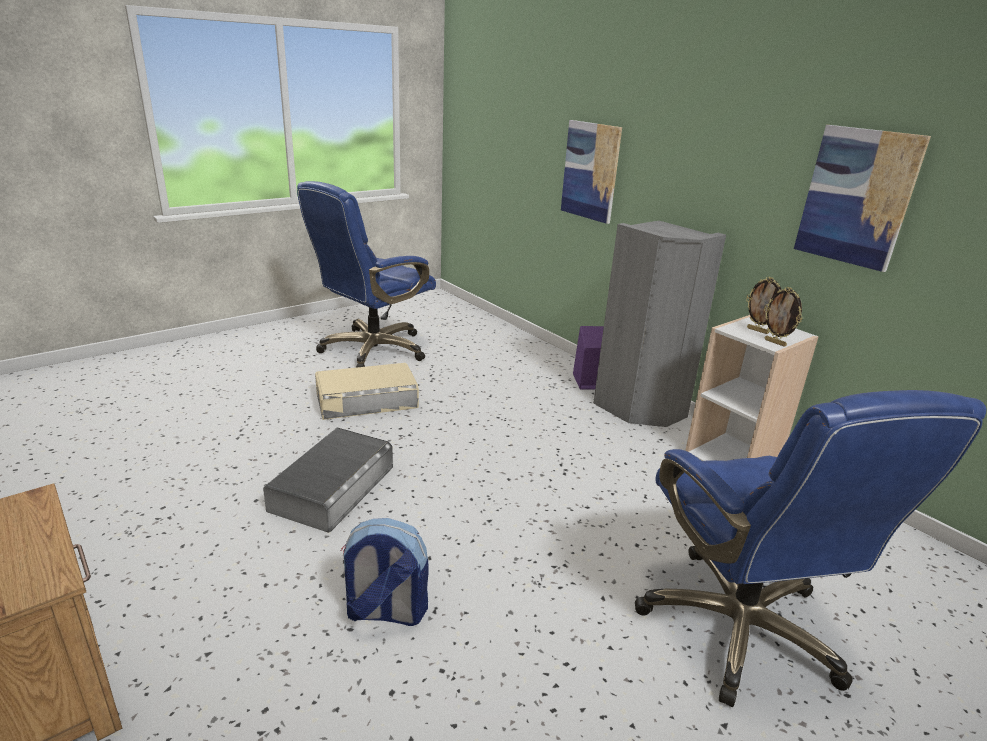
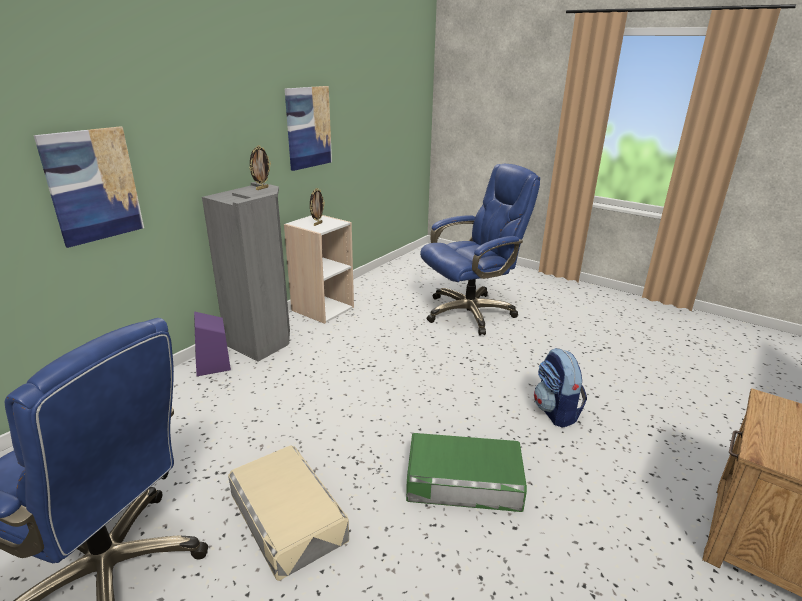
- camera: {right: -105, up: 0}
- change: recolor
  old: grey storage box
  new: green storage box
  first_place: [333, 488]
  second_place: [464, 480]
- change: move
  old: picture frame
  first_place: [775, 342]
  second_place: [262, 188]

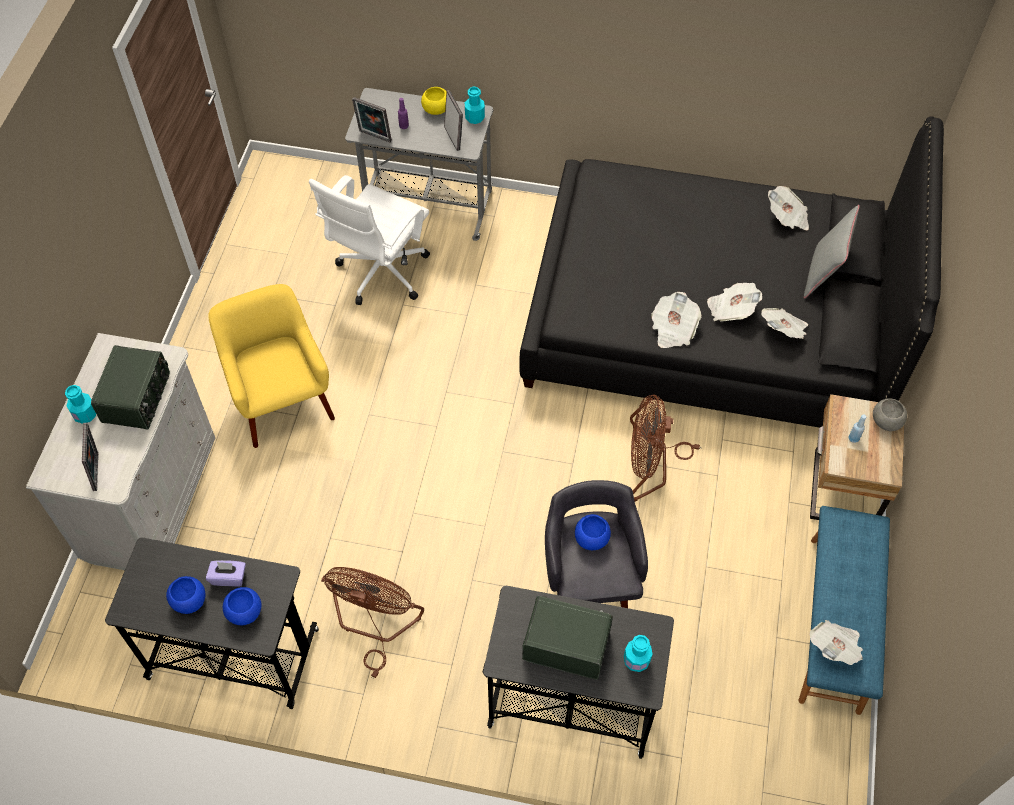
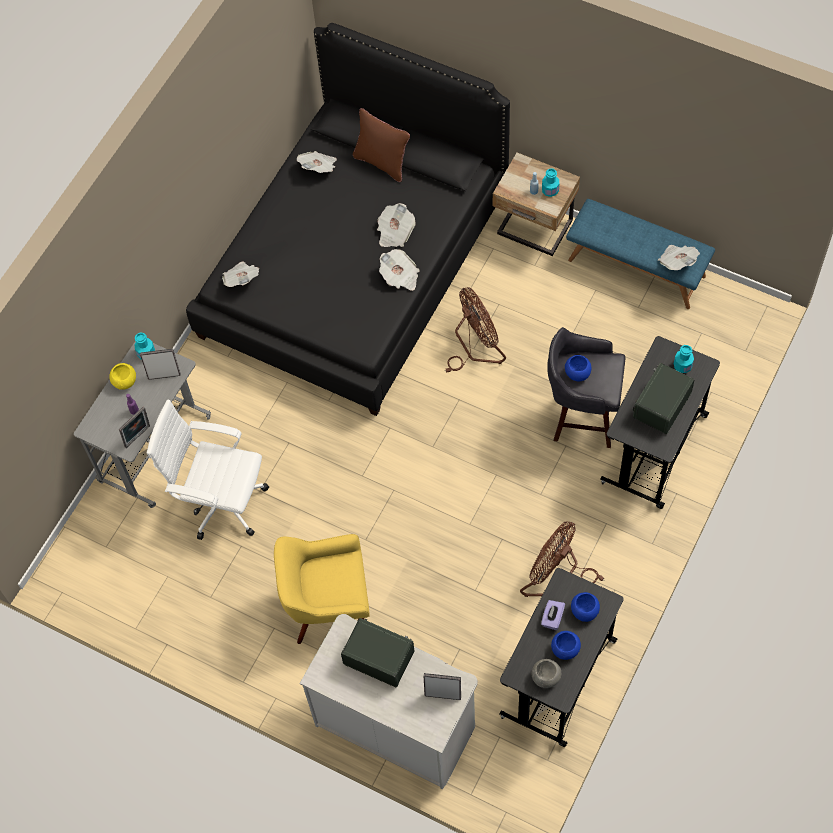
- camera: {right: -70, up: 5}
- change: move
  old: turquoise bottle
  first_place: [85, 414]
  second_place: [550, 190]
- change: rotate
  old: white office chair
  first_place: [380, 275]
  second_place: [220, 502]
  degrees: 150
- change: rotate
  old: brown fan
  first_place: [652, 461]
  second_place: [473, 344]
  degrees: -135
- change: move
  old: newspaper
  first_place: [783, 330]
  second_place: [241, 279]
- change: recolor
  old: grey pillow
  new: brown pillow
  first_place: [823, 274]
  second_place: [382, 162]
- change: move
  old: grey bowl
  first_place: [886, 422]
  second_place: [546, 677]

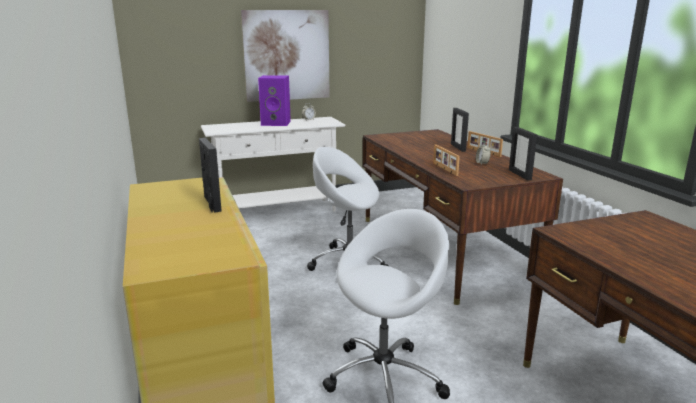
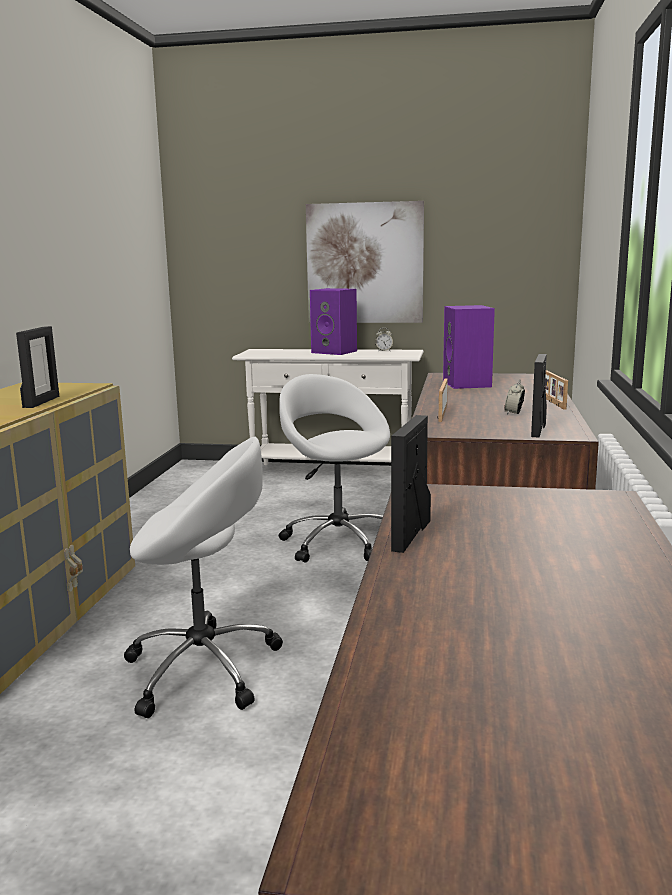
- camera: {right: 30, up: -5}
- change: move
  old: picture frame
  first_place: [458, 147]
  second_place: [411, 535]
- change: insert
  new: purple speaker
  second_place: [468, 384]

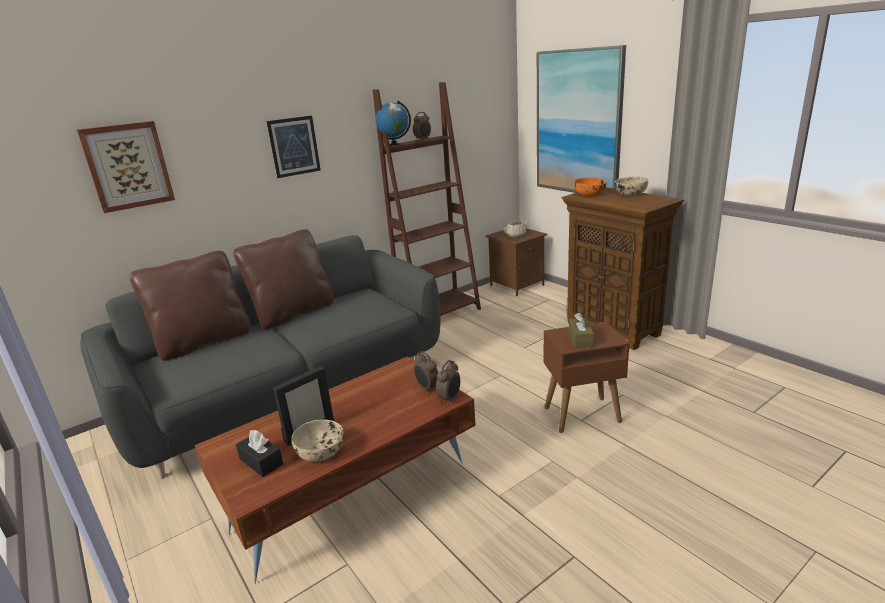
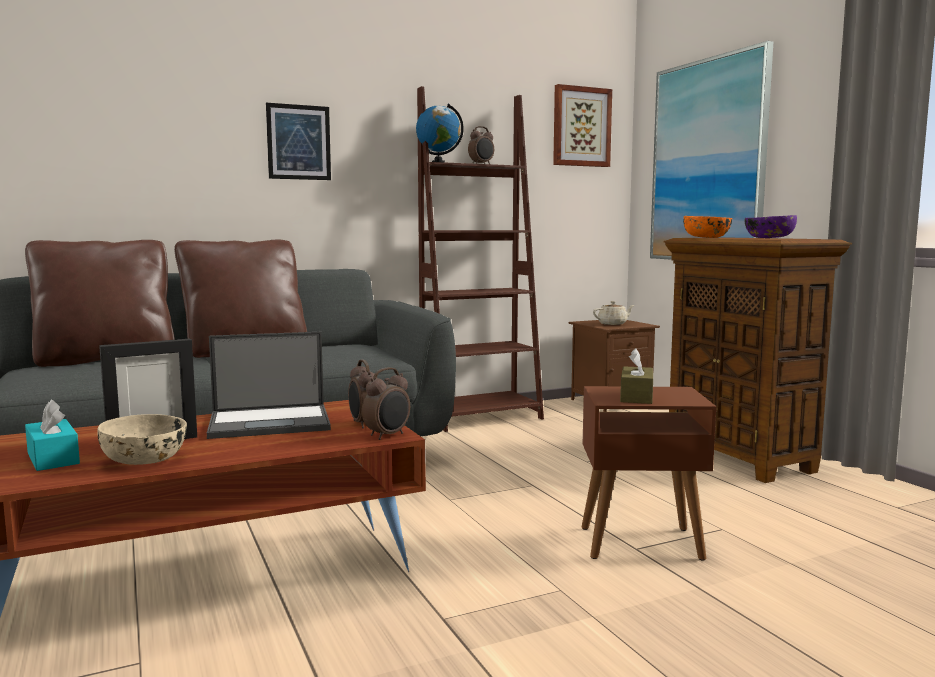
- camera: {right: 10, up: -15}
- change: move
  old: picture
  first_place: [127, 166]
  second_place: [581, 127]
- change: recolor
  old: black tissue box
  new: turquoise tissue box
  first_place: [261, 462]
  second_place: [53, 458]
- change: recolor
  old: beige bowl
  new: purple bowl
  first_place: [630, 194]
  second_place: [768, 238]
- change: insert
  new: laptop
  second_place: [271, 422]

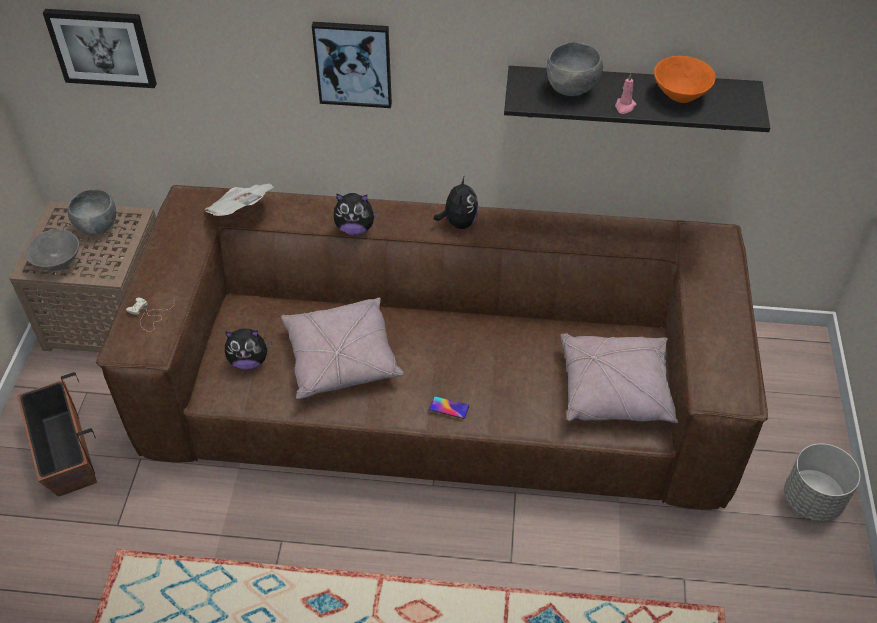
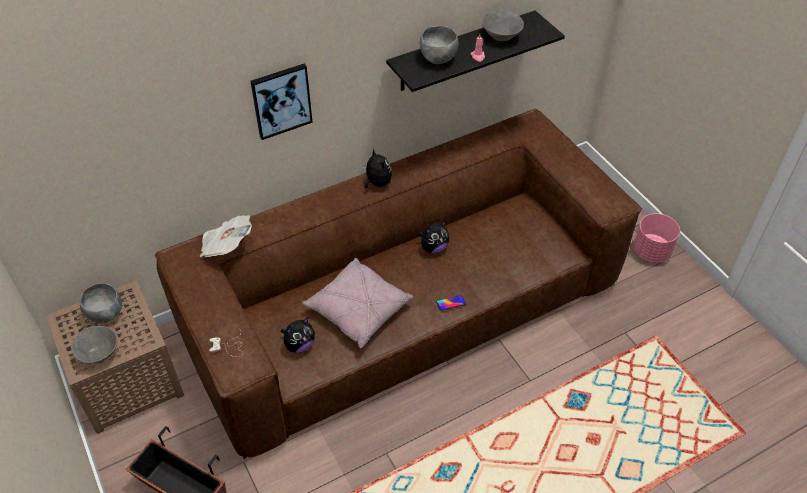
- camera: {right: -35, up: 0}
- change: delete
  old: picture
  first_place: [102, 47]
- change: move
  old: plush toy
  first_place: [355, 229]
  second_place: [433, 248]
- change: delete
  old: purple pillow
  first_place: [615, 389]
- change: recolor
  old: orange bowl
  new: grey bowl
  first_place: [680, 96]
  second_place: [501, 37]
- change: recolor
  old: grey planter
  new: pink planter
  first_place: [812, 500]
  second_place: [651, 252]

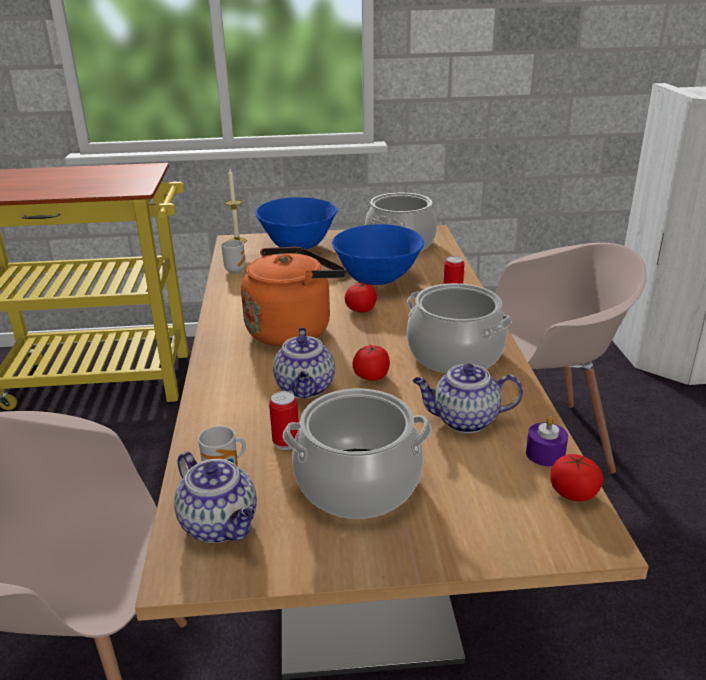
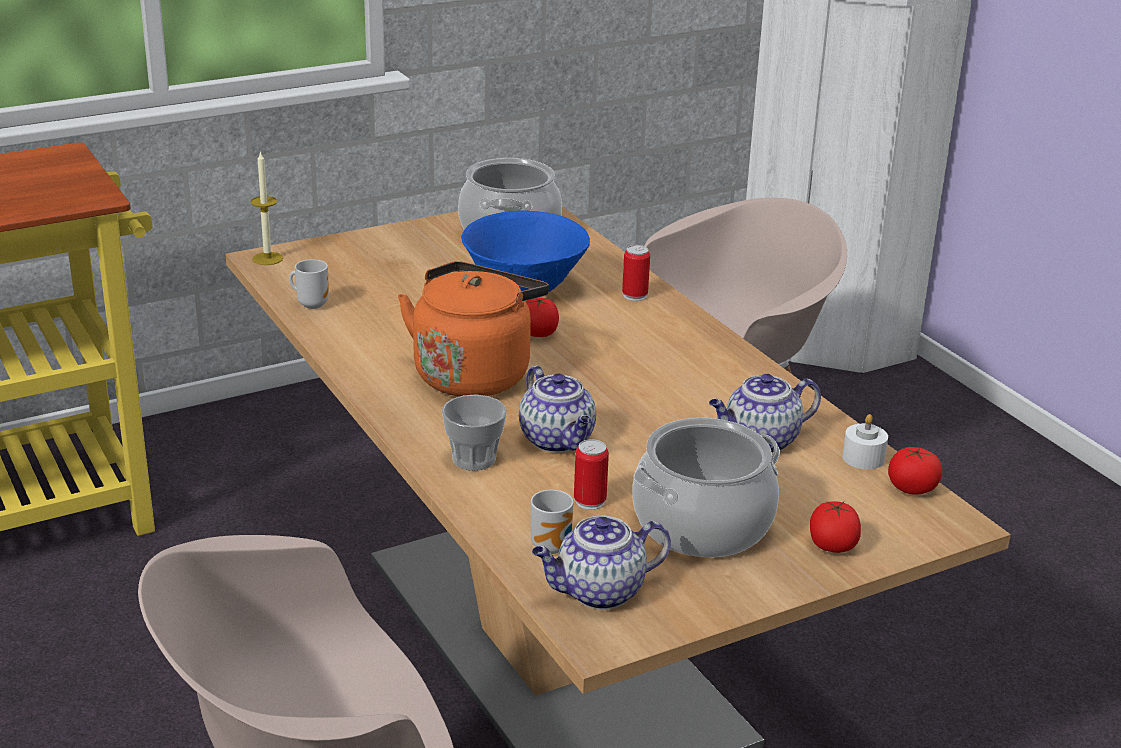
- camera: {right: -25, up: 0}
- change: rotate
  old: teapot
  first_place: [221, 525]
  second_place: [598, 592]
  degrees: 135
- change: delete
  old: blue bowl
  first_place: [298, 246]
- change: move
  old: tomato
  first_place: [371, 376]
  second_place: [832, 545]
- change: delete
  old: cooking pot
  first_place: [454, 355]
- change: recolor
  old: purple candle
  new: white candle
  first_place: [545, 454]
  second_place: [863, 458]
- change: insert
  new: cup
  second_place: [474, 459]

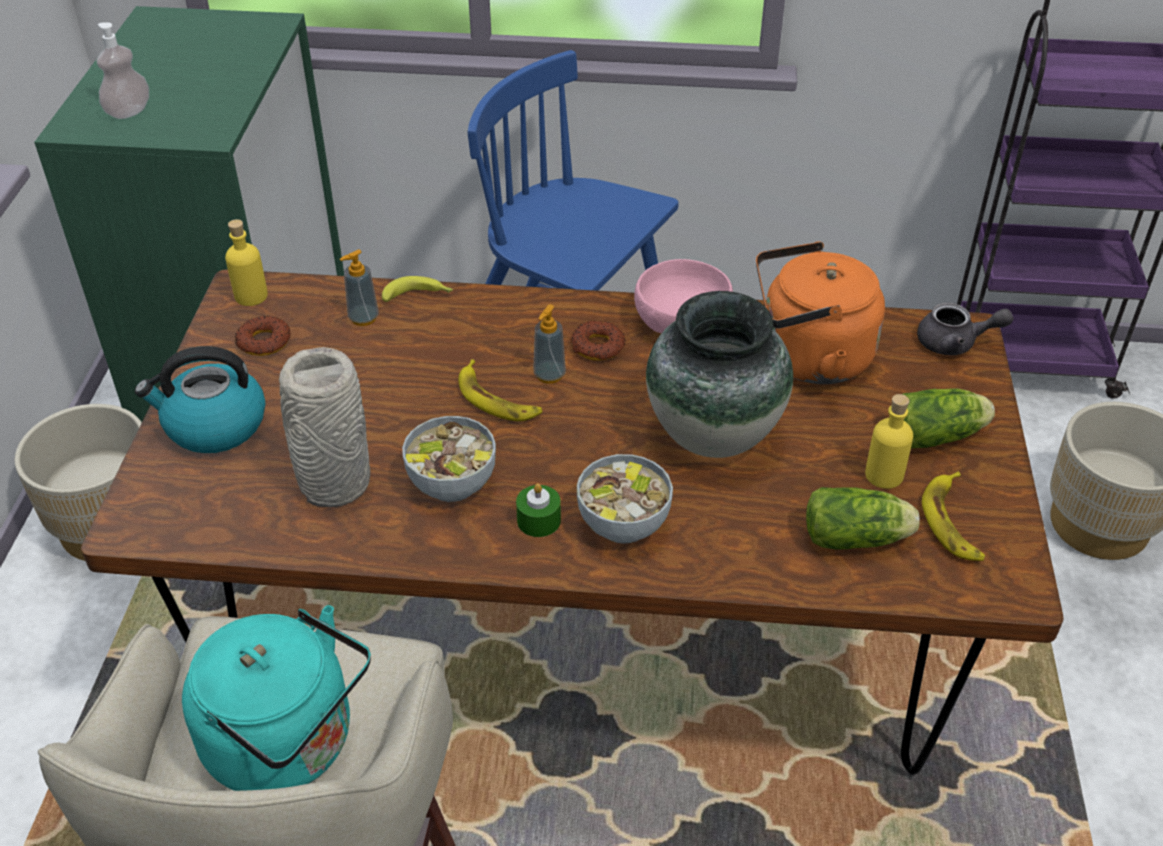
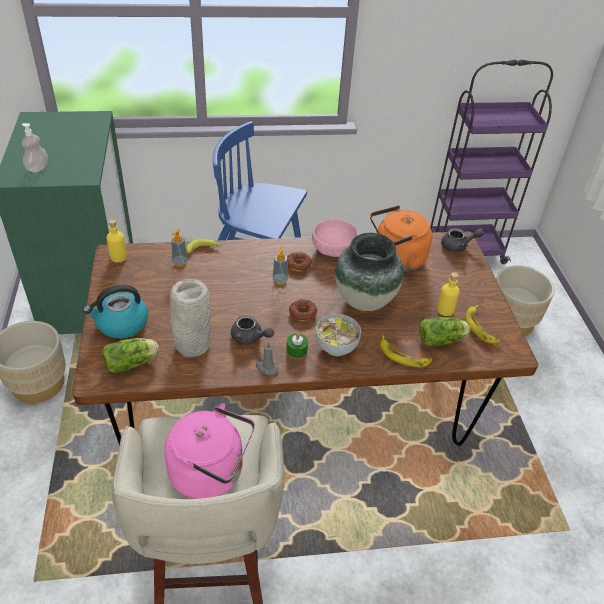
- camera: {right: -15, up: 0}
- change: recolor
  old: turquoise kettle
  new: pink kettle
  first_place: [289, 744]
  second_place: [211, 473]
- change: move
  old: donut
  first_place: [264, 342]
  second_place: [302, 313]
- change: replace
  old: bowl
  new: grey teapot
  first_place: [452, 484]
  second_place: [250, 338]
- change: move
  old: banana
  first_place: [497, 399]
  second_place: [403, 356]
- change: move
  old: lettuce
  first_place: [938, 436]
  second_place: [133, 363]
- change: insert
  new: grey candle
  second_place: [266, 367]

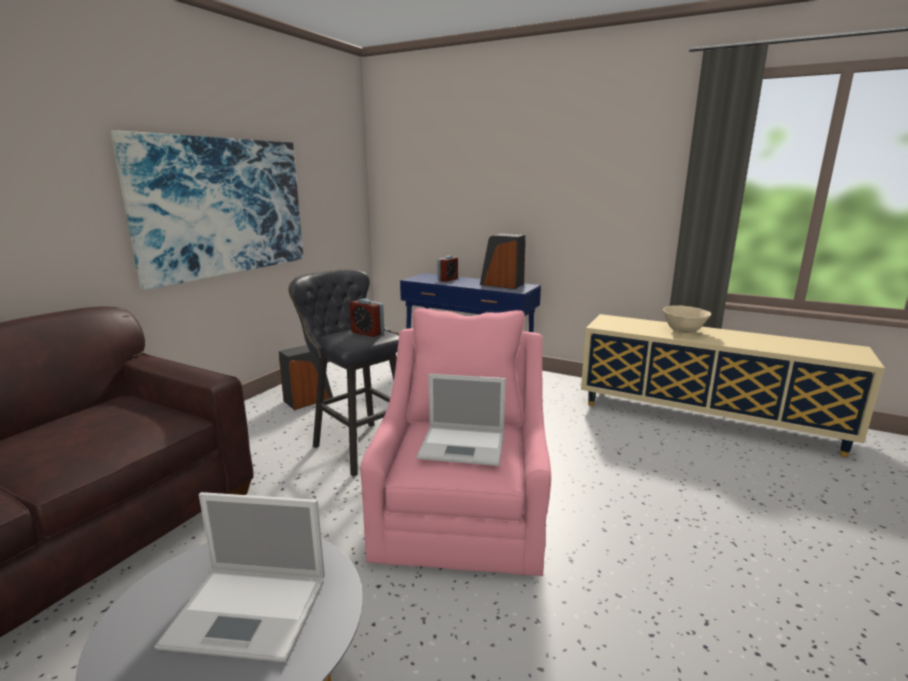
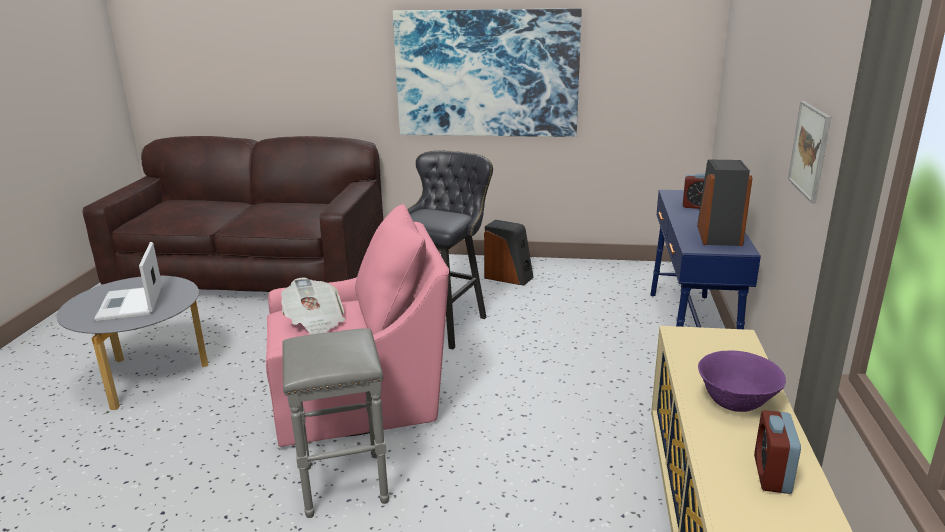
- camera: {right: 70, up: 5}
- change: move
  old: alarm clock
  first_place: [367, 333]
  second_place: [772, 474]
- change: replace
  old: laptop
  new: newspaper
  first_place: [464, 446]
  second_place: [314, 322]
- change: recolor
  old: beige bowl
  new: purple bowl
  first_place: [683, 331]
  second_place: [736, 404]
- change: insert
  new: grey stool
  second_place: [346, 484]
- change: insert
  new: picture
  second_place: [810, 150]

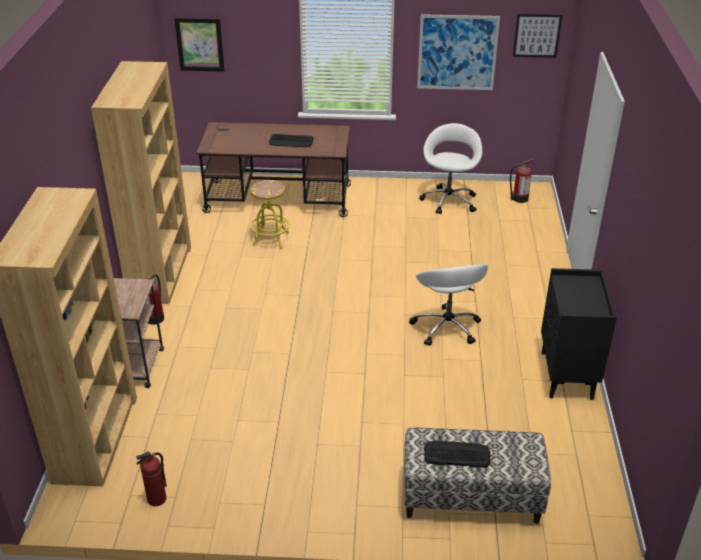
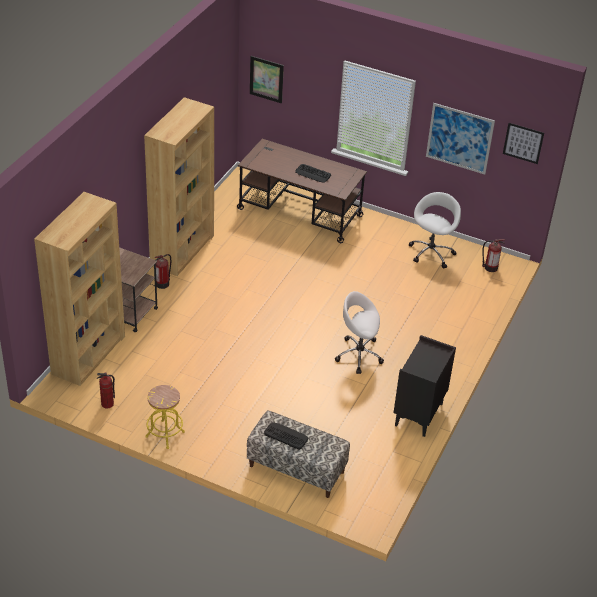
- camera: {right: 20, up: 5}
- change: move
  old: yellow stool
  first_place: [271, 239]
  second_place: [165, 434]
- change: rotate
  old: white office chair
  first_place: [447, 328]
  second_place: [358, 355]
  degrees: 90

